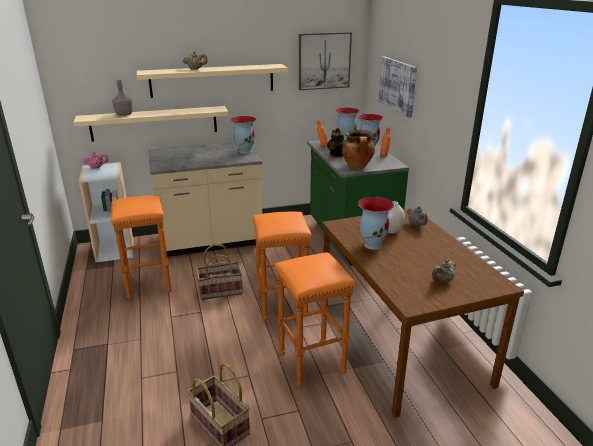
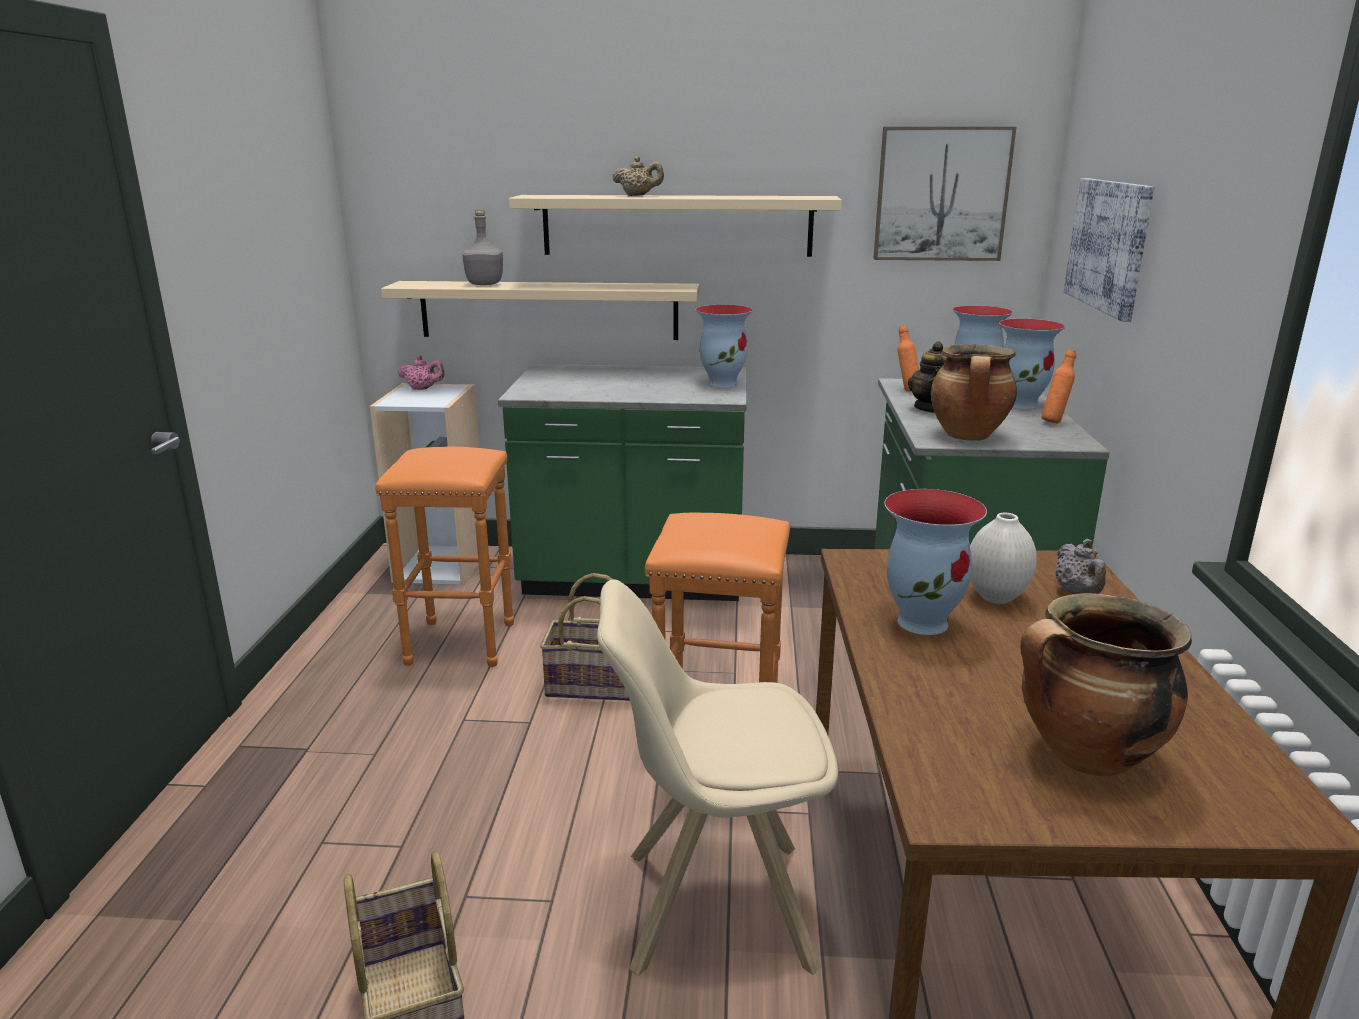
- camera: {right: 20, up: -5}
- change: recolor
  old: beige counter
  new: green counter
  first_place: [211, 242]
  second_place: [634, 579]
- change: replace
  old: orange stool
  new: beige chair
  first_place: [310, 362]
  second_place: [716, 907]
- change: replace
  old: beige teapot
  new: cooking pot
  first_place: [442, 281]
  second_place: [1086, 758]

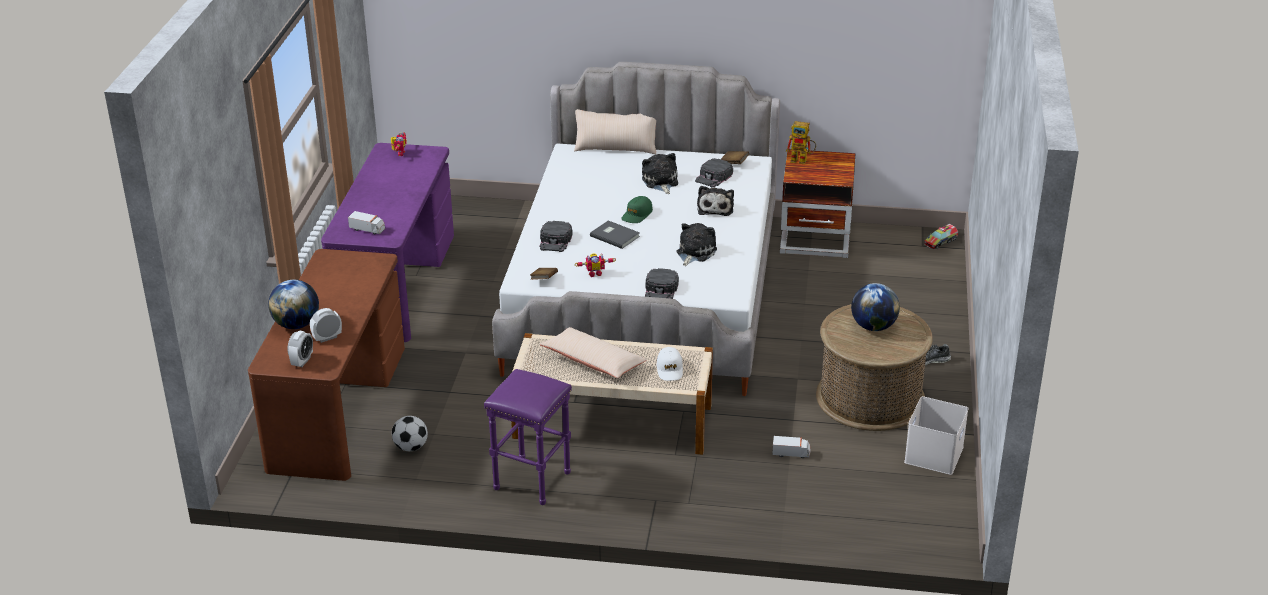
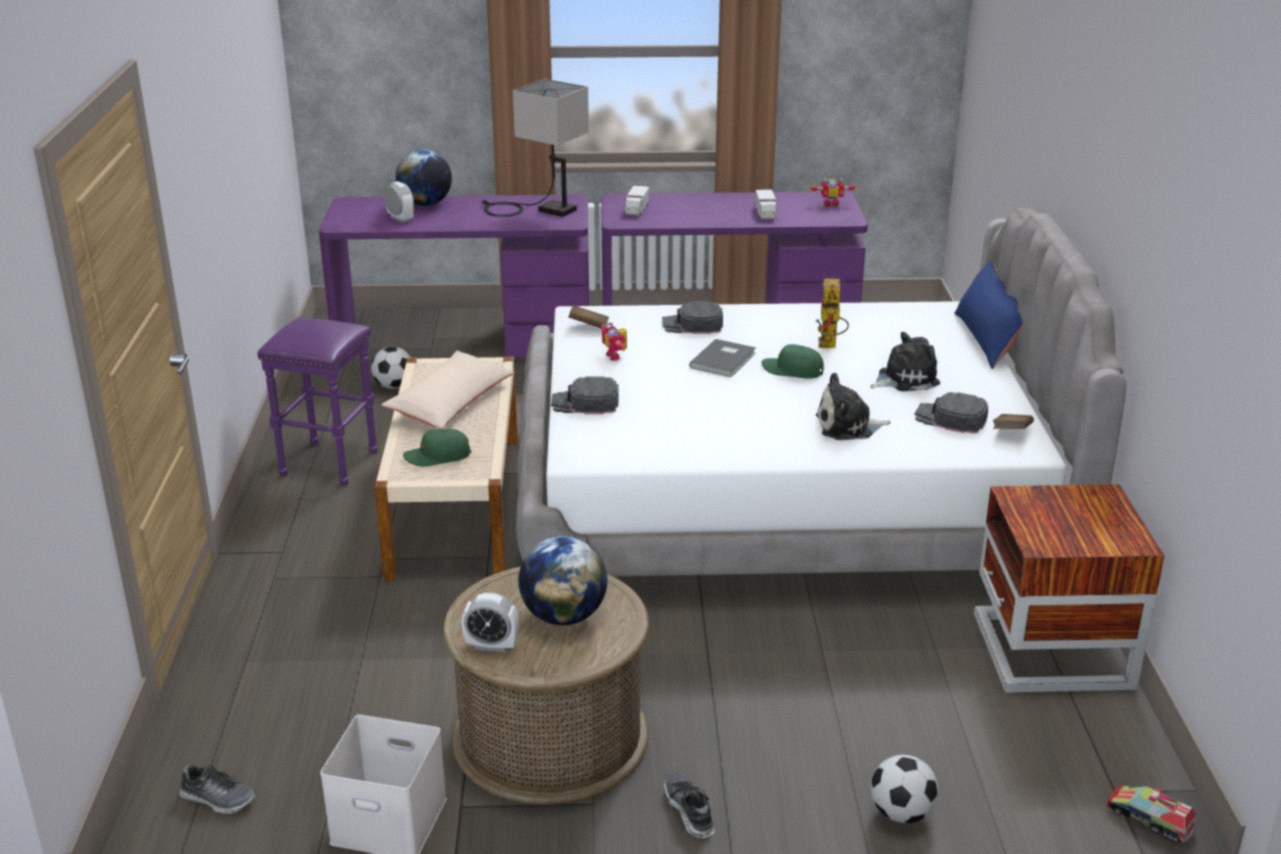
- camera: {right: 80, up: -5}
- change: recolor
  old: brown desk
  new: purple desk
  first_place: [337, 408]
  second_place: [465, 339]
- change: move
  old: alarm clock
  first_place: [302, 361]
  second_place: [491, 646]
- change: recolor
  old: beige pillow
  new: blue pillow
  first_place: [615, 148]
  second_place: [988, 339]
- change: recolor
  old: white cap
  new: green cap
  first_place: [670, 369]
  second_place: [437, 456]
- change: delete
  old: plush toy
  first_place: [694, 252]
- change: move
  old: toy truck
  first_place: [791, 453]
  second_place: [765, 213]
- change: move
  old: toy robot
  first_place: [802, 160]
  second_place: [830, 346]
- change: insert
  new: shoe
  second_place: [218, 799]
- change: insert
  new: table lamp
  second_place: [534, 209]
- change: insert
  new: football
  second_place: [901, 813]

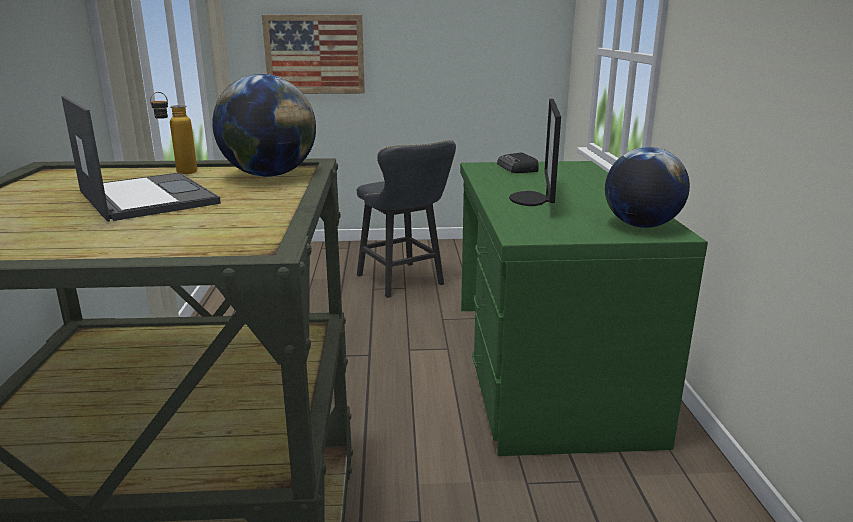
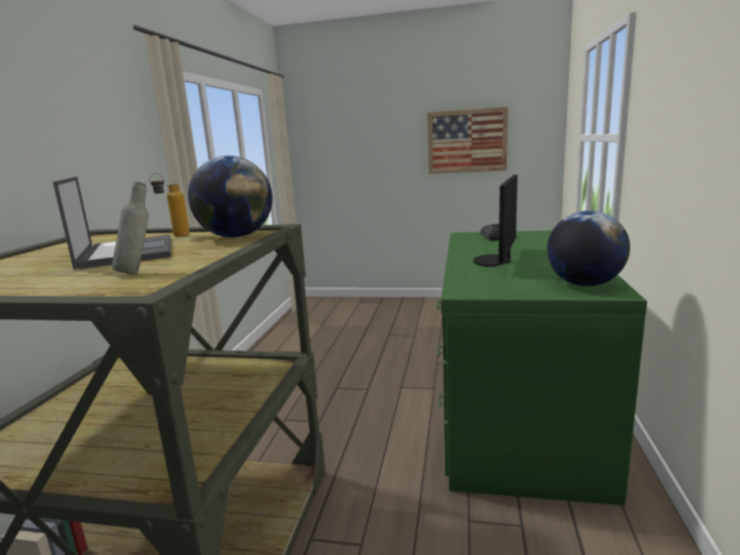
- camera: {right: 15, up: -5}
- change: move
  old: picture
  first_place: [314, 54]
  second_place: [467, 141]
- change: delete
  old: grey stool
  first_place: [405, 283]
- change: insert
  new: grey bottle
  second_place: [138, 272]

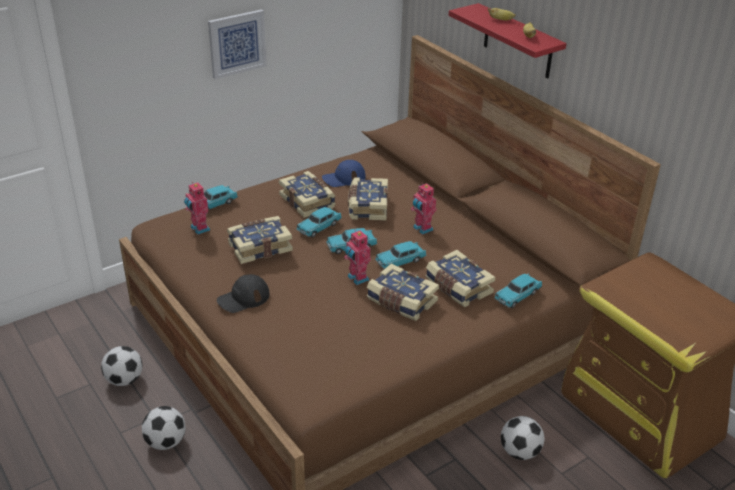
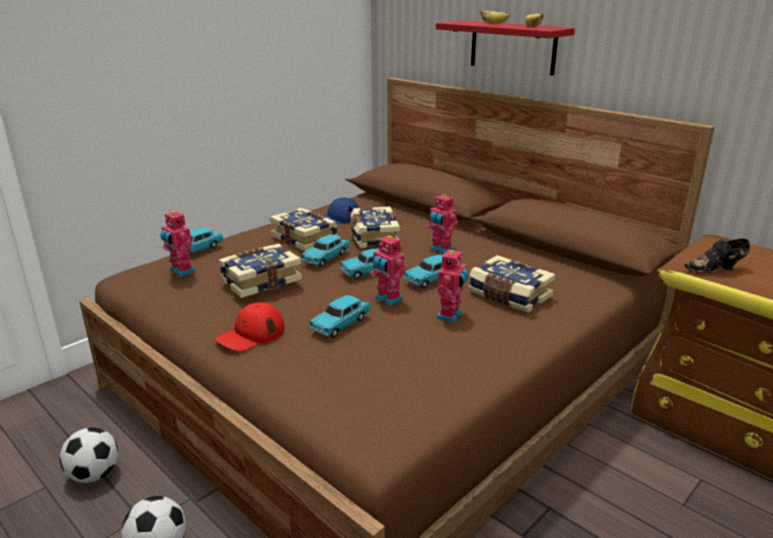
- camera: {right: -10, up: -10}
- change: delete
  old: picture
  first_place: [237, 43]
- change: recolor
  old: black cap
  new: red cap
  first_place: [243, 298]
  second_place: [251, 334]
- change: replace
  old: book
  new: toy robot
  first_place: [401, 302]
  second_place: [450, 316]
- change: move
  old: turquoise toy car
  first_place: [517, 296]
  second_place: [341, 324]
- change: delete
  old: football
  first_place: [519, 452]
- change: insert
  new: black shoe
  second_place: [716, 269]

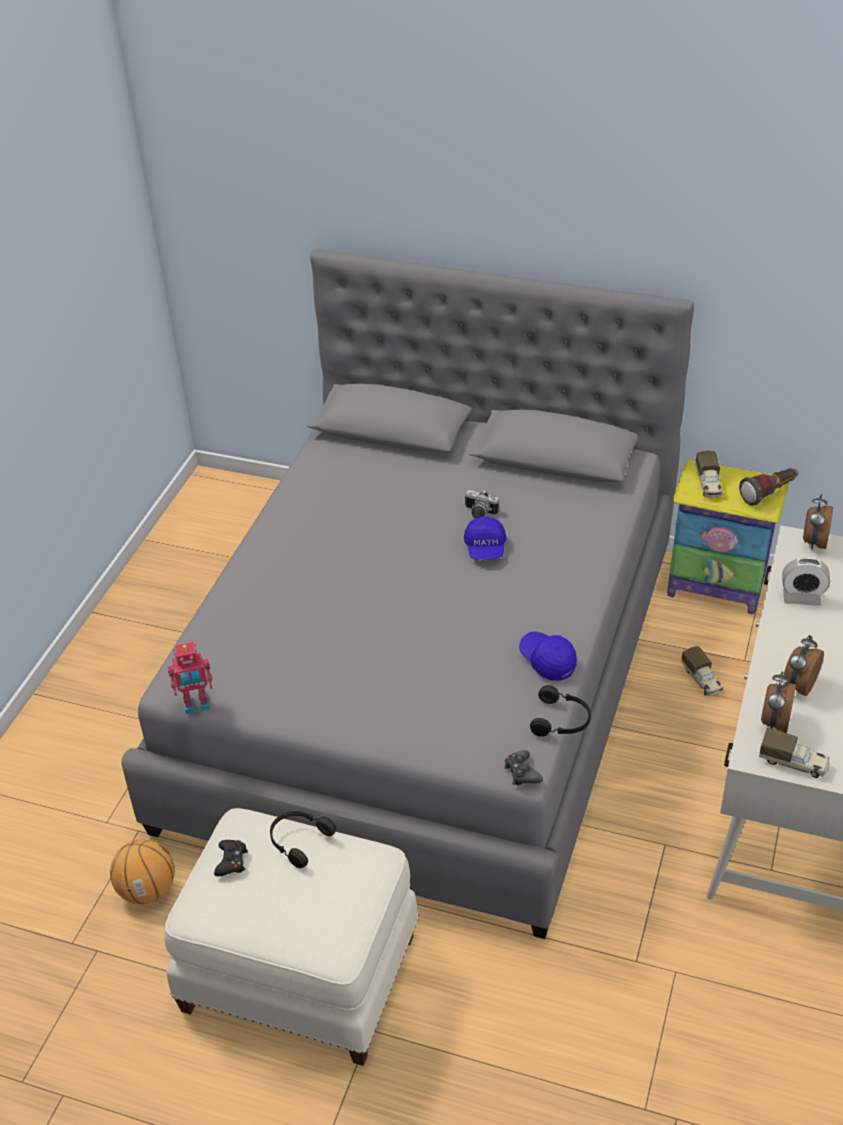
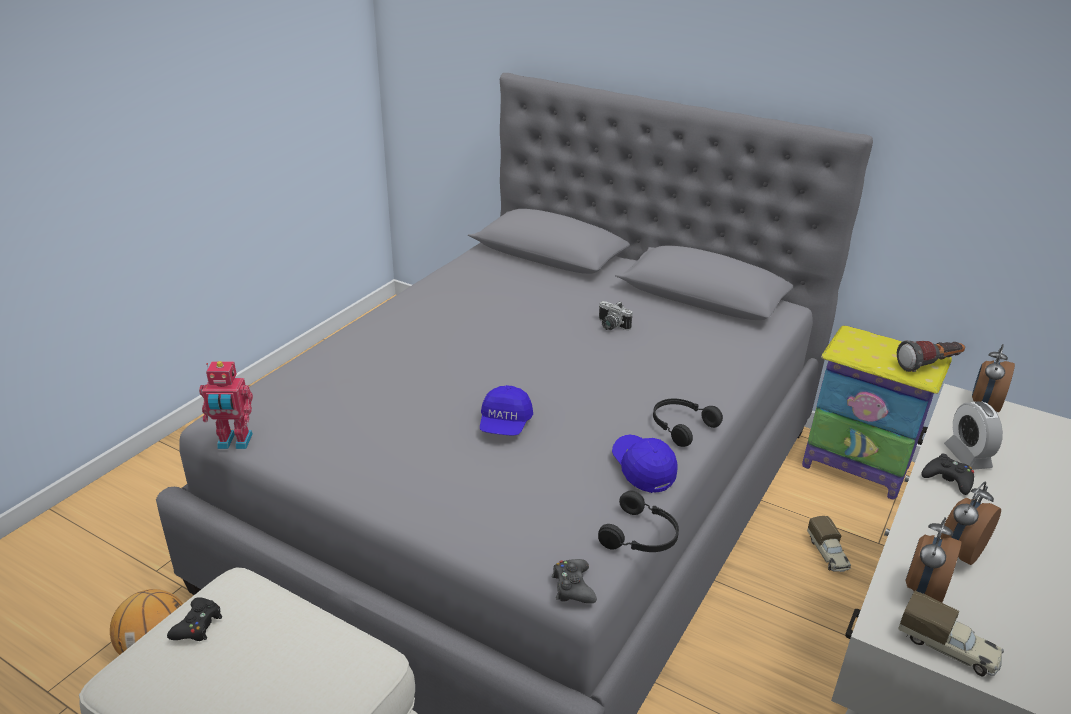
- camera: {right: 10, up: -10}
- change: move
  old: black headphones
  first_place: [298, 840]
  second_place: [680, 426]
- change: move
  old: blue cap
  first_place: [485, 548]
  second_place: [505, 424]
- change: delete
  old: toy truck
  first_place: [708, 484]
- change: rotate
  old: alarm clock
  first_place: [801, 598]
  second_place: [967, 456]
  degrees: 60
- change: insert
  new: black game controller
  second_place: [948, 480]

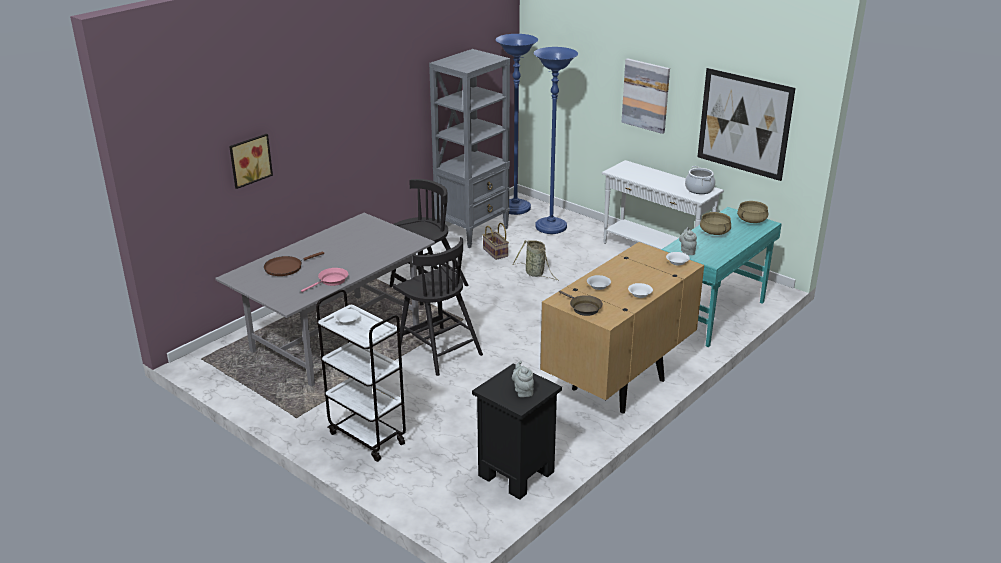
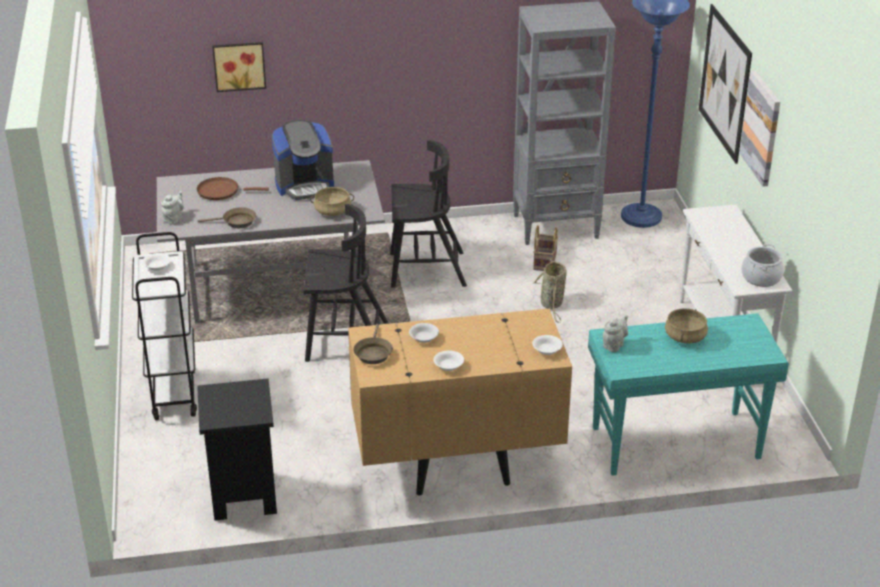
- camera: {right: 40, up: 5}
- change: recolor
  old: pink frying pan
  new: brown frying pan
  first_place: [331, 281]
  second_place: [236, 222]
- change: rotate
  old: black chair
  first_place: [438, 349]
  second_place: [344, 341]
  degrees: -90
- change: move
  old: grey teapot
  first_place: [523, 391]
  second_place: [174, 219]
- change: delete
  old: blue floor lamp
  first_place: [551, 227]
- change: move
  old: picture
  first_place: [744, 124]
  second_place: [724, 83]
- change: move
  old: beige cooking pot
  first_place: [751, 220]
  second_place: [333, 211]
- change: insert
  new: coffee machine
  second_place: [304, 185]

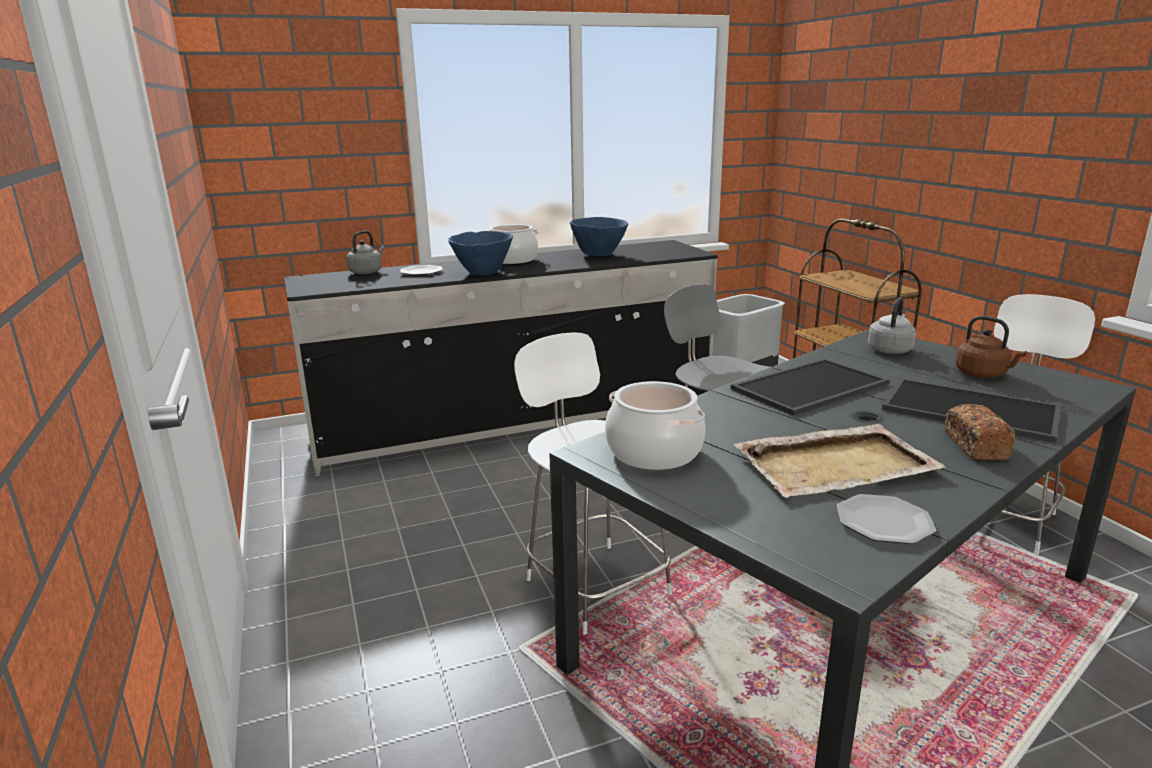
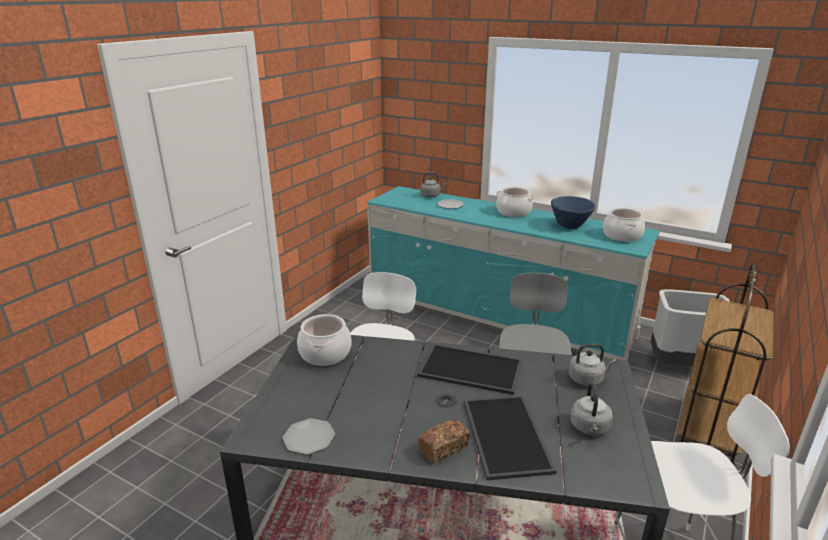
- camera: {right: 50, up: 5}
- change: recolor
  old: black cabinet
  new: turquoise cabinet
  first_place: [515, 422]
  second_place: [495, 315]
- change: delete
  old: blue bowl
  first_place: [483, 273]
- change: delete
  old: beige tray
  first_place: [836, 465]
- change: recolor
  old: brown kettle
  new: grey kettle
  first_place: [983, 374]
  second_place: [589, 428]
- change: insert
  new: cooking pot
  second_place: [622, 236]

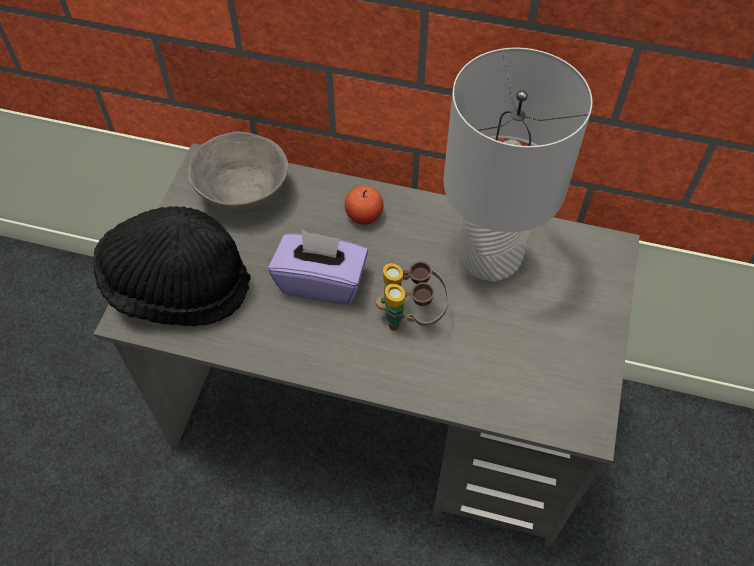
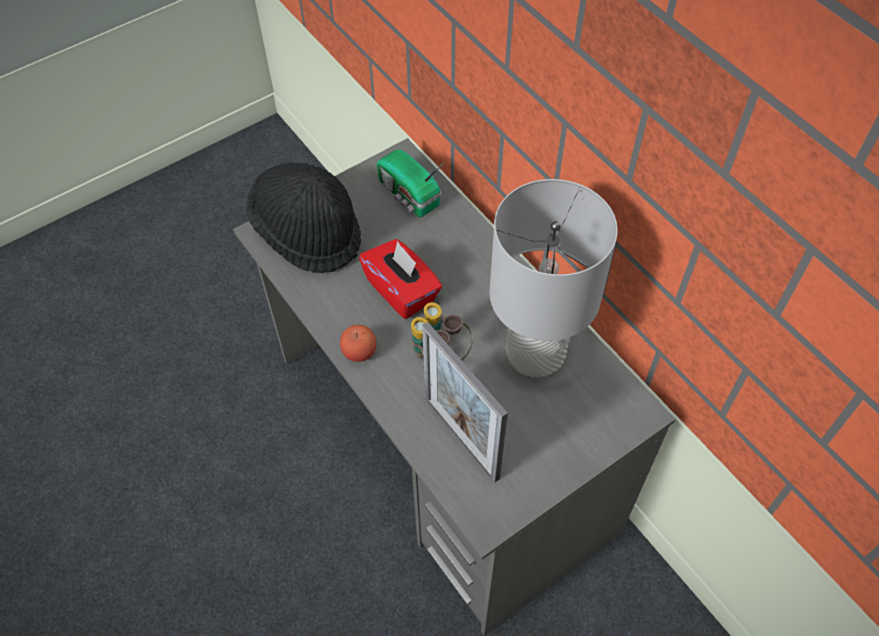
- camera: {right: 40, up: 0}
- change: replace
  old: grey bowl
  new: radio
  first_place: [244, 193]
  second_place: [409, 196]
- change: recolor
  old: purple tissue box
  new: red tissue box
  first_place: [321, 281]
  second_place: [402, 291]
- change: move
  old: apple
  first_place: [364, 215]
  second_place: [359, 351]
- change: insert
  new: picture frame
  second_place: [461, 438]

